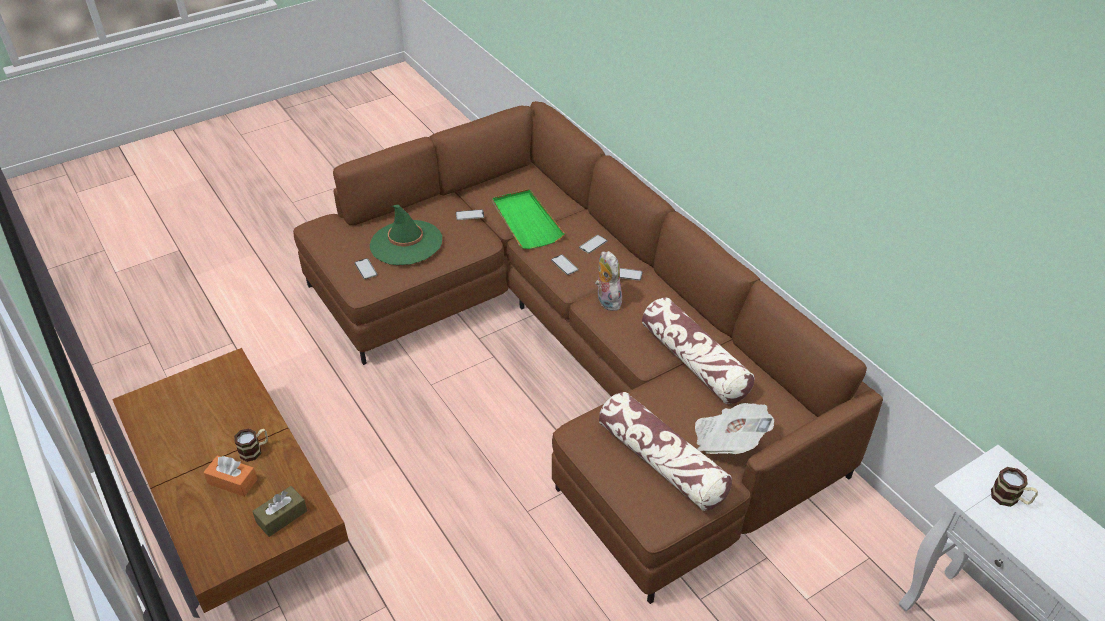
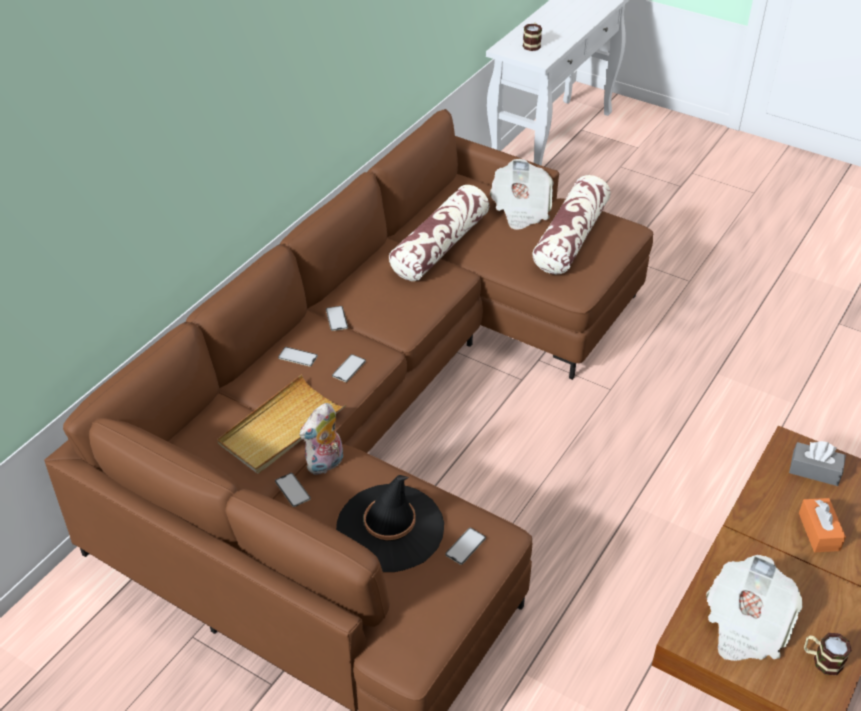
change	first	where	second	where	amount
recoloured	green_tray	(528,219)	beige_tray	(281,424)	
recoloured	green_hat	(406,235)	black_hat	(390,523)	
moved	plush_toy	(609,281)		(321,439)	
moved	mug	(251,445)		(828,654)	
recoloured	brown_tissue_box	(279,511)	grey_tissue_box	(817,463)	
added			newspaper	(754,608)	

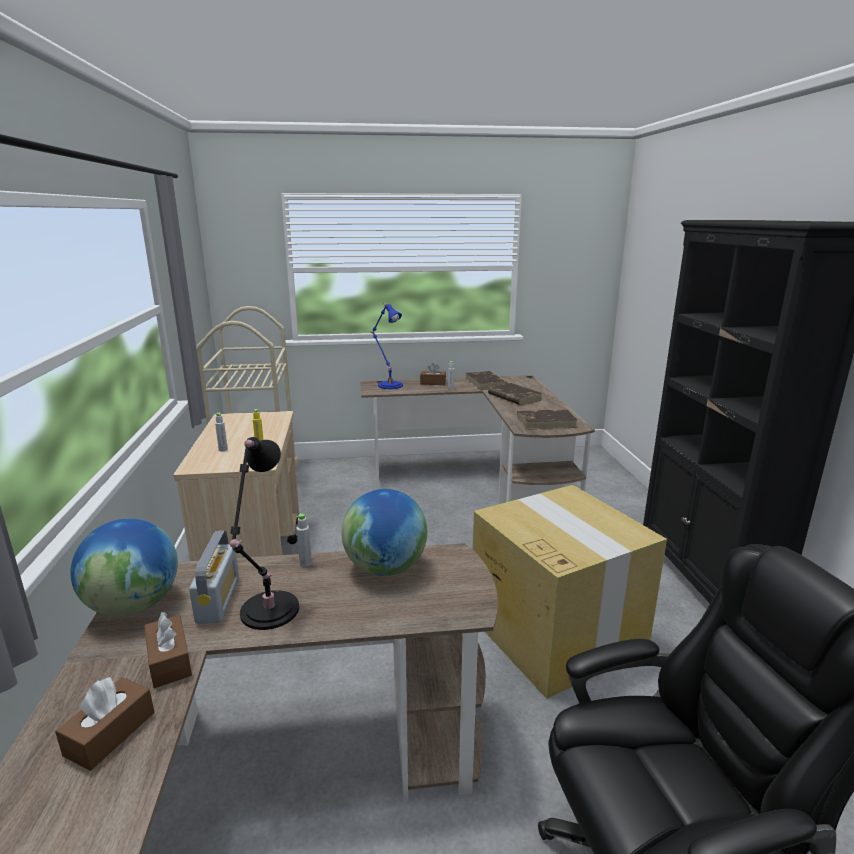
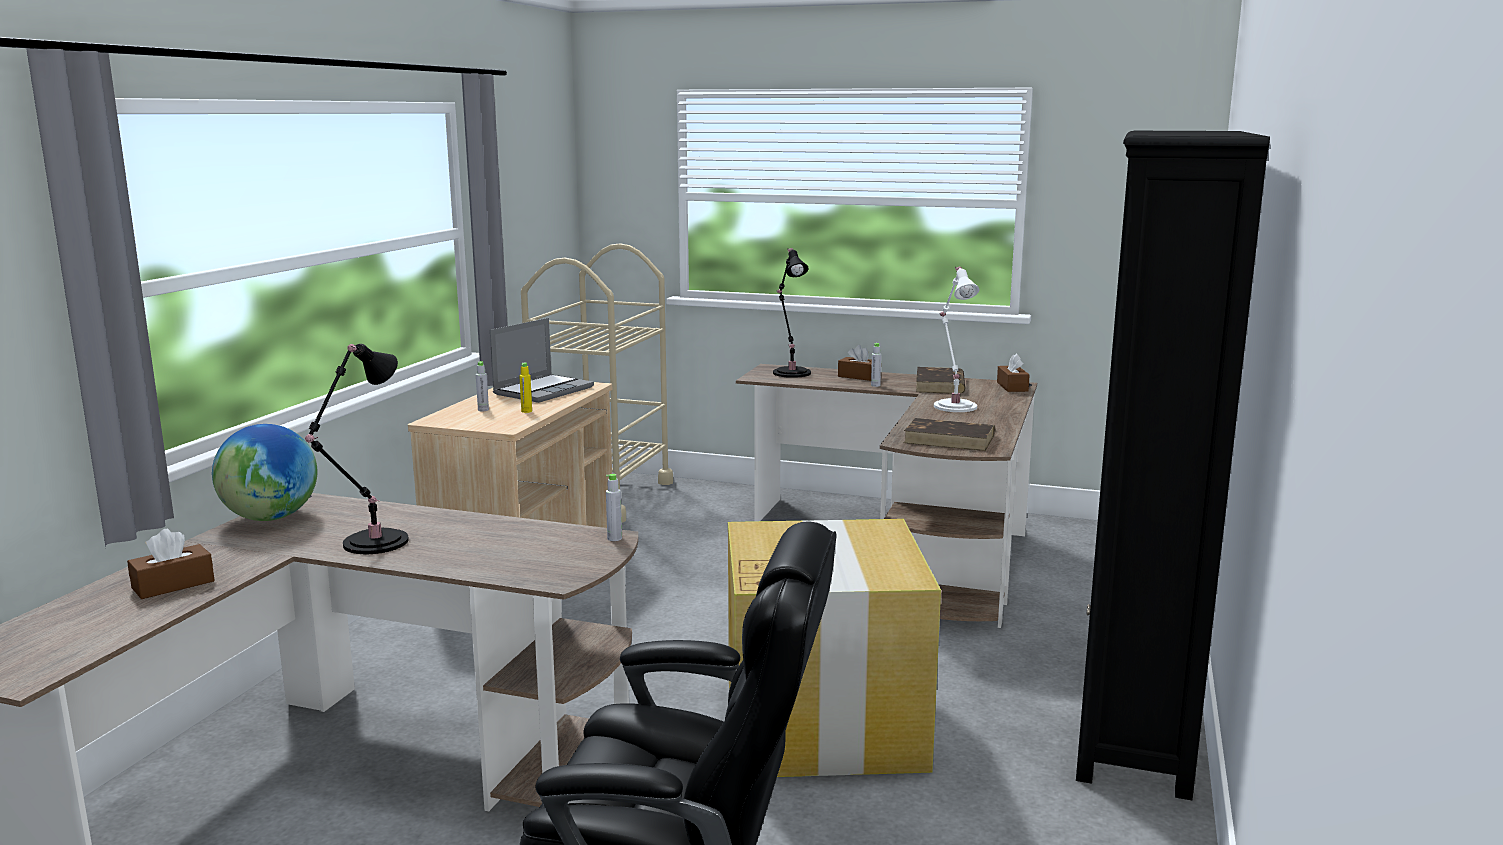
change	first	where	second	where	amount
recoloured	blue_table_lamp	(387,346)	black_table_lamp	(792,313)	
replaced	brown_book	(515,394)	white_table_lamp	(957,339)	
removed	globe	(384,532)			
moved	grey_bottle	(304,540)		(614,507)	
removed	radio	(214,577)			
moved	brown_tissue_box	(168,650)		(1013,373)	
added			laptop	(542,360)	

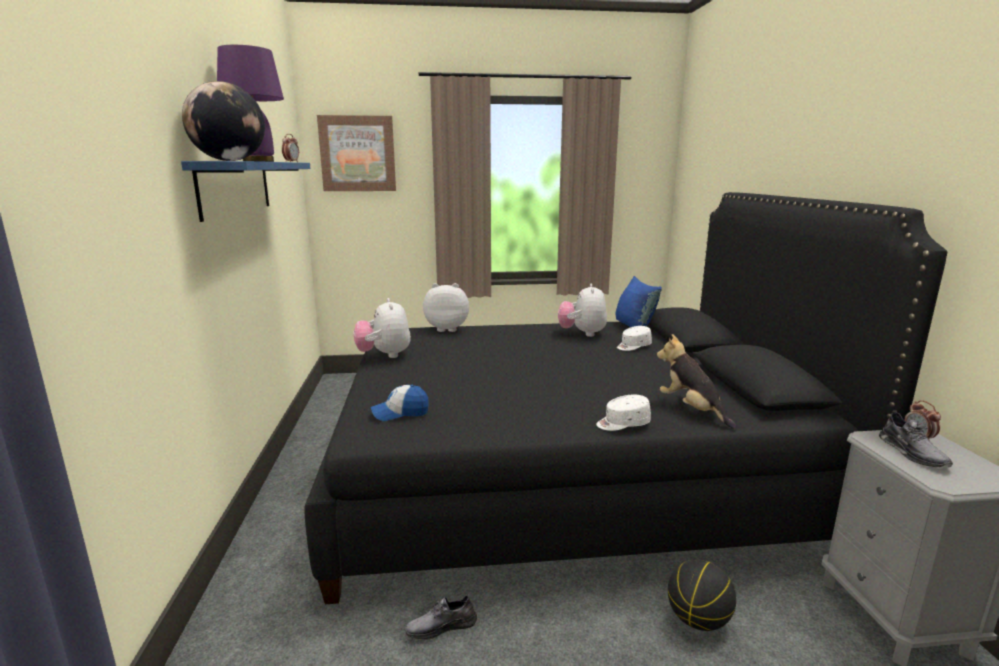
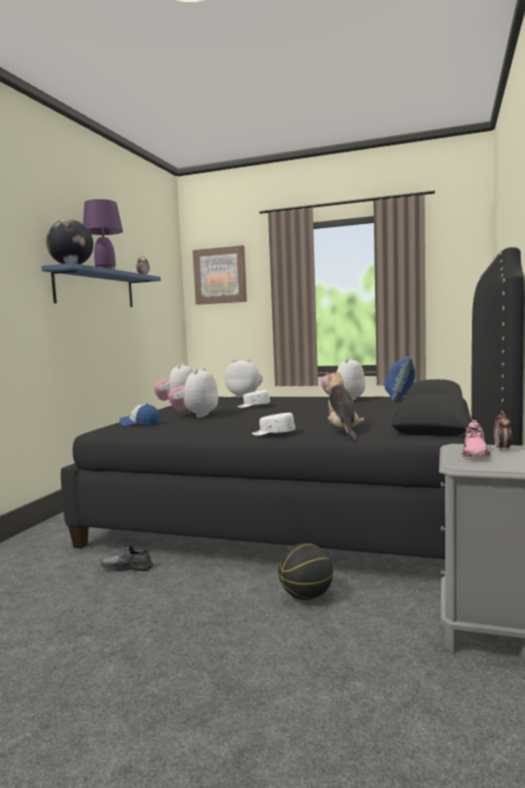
change	first	where	second	where	amount
moved	white_cap	(634,338)		(254,399)	
recoloured	grey_shoe	(916,439)	pink_shoe	(475,439)	
added			plush_toy	(193,393)	

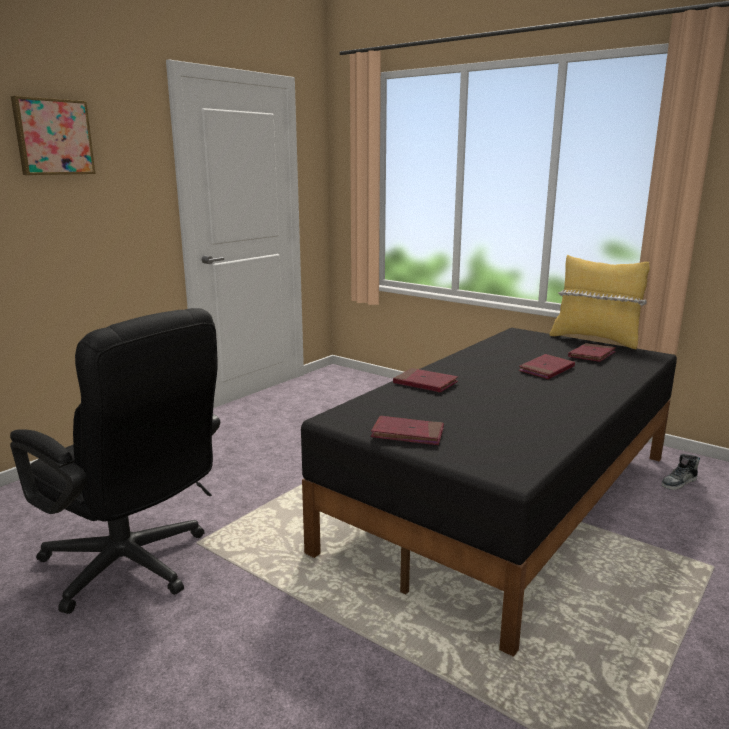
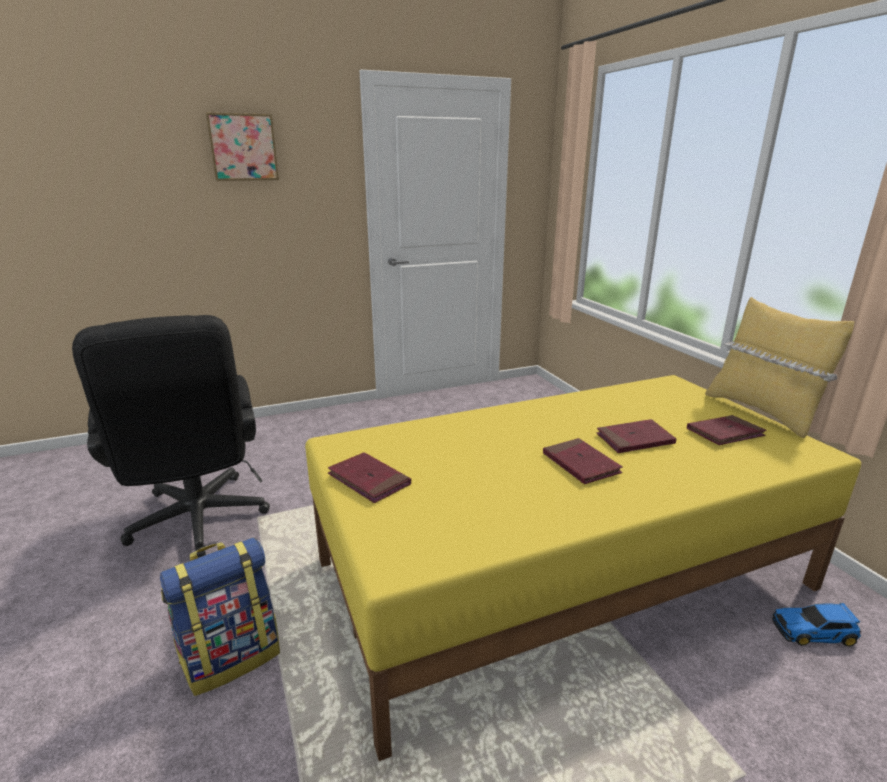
change	first	where	second	where	amount
recoloured	black_bed	(489,492)	yellow_bed	(583,568)	
moved	red_book	(425,380)		(583,461)	
replaced	shoe	(681,472)	toy_car	(816,625)	
added			backpack	(220,617)	

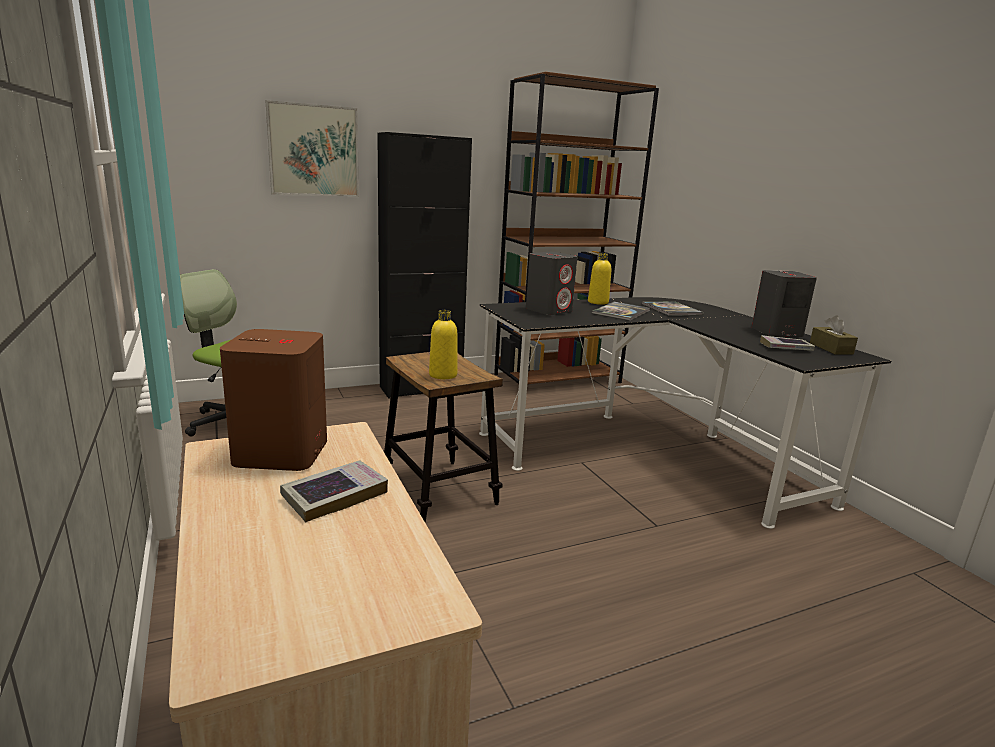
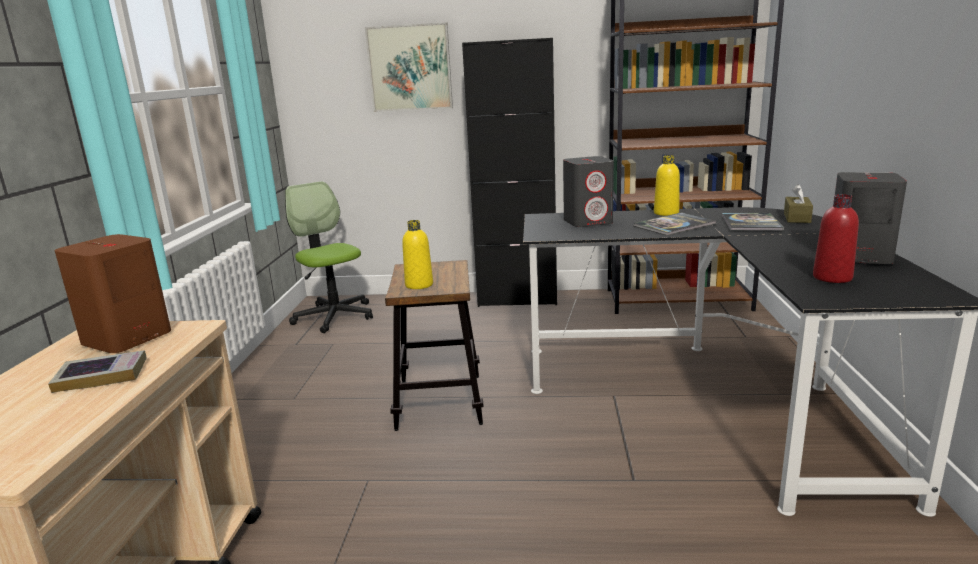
change	first	where	second	where	amount
moved	brown_tissue_box	(834,335)		(798,203)	
replaced	book	(787,343)	red_bottle	(836,238)	

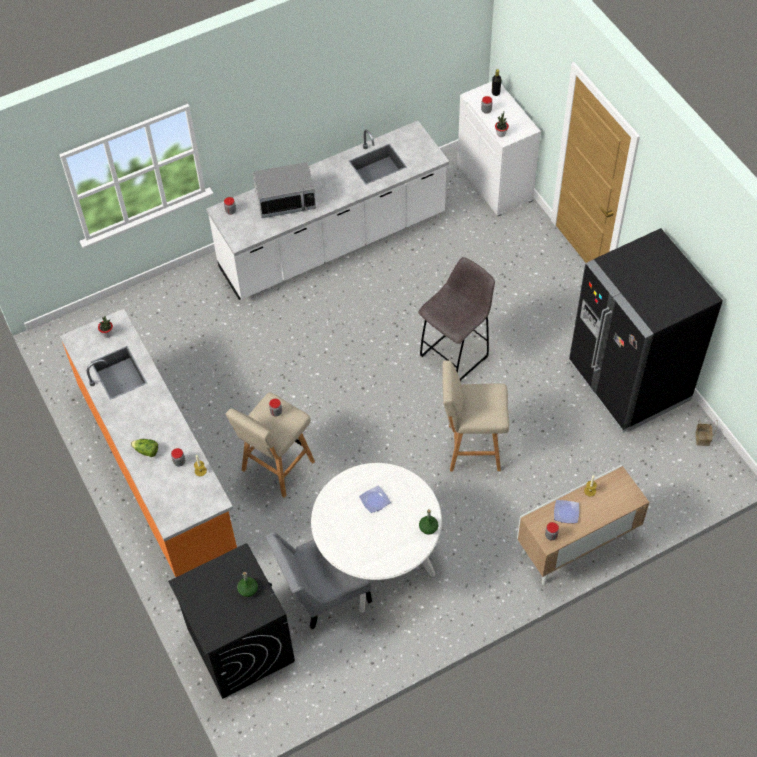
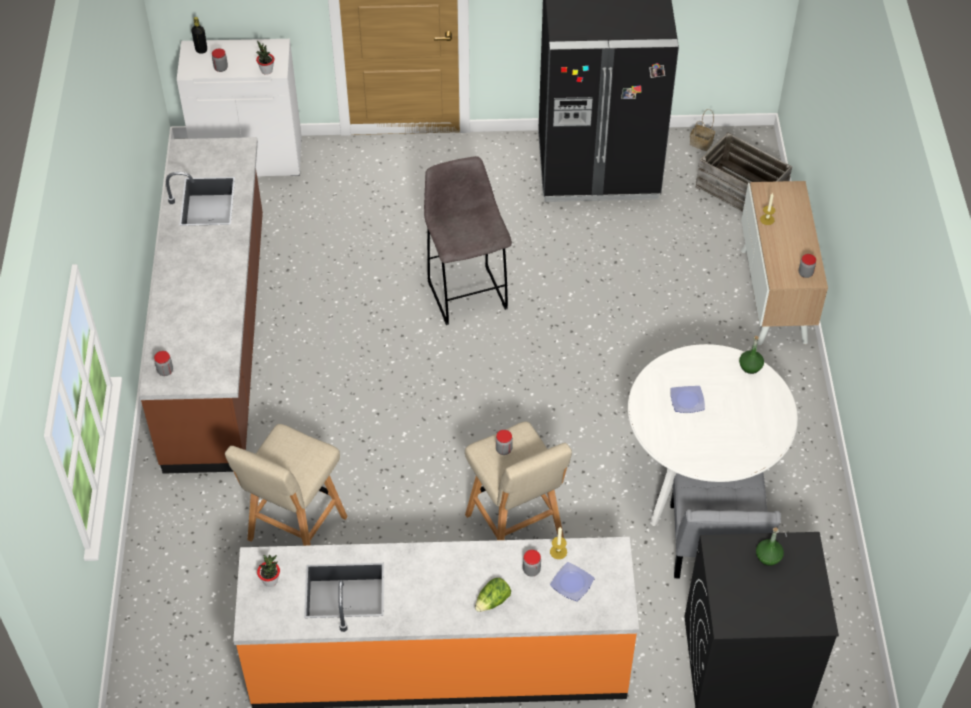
change	first	where	second	where	amount
recoloured	white_counter	(327,210)	brown_counter	(201,305)	
removed	microwave	(284,190)			
moved	beige_stool	(475,415)		(286,485)	
moved	plate	(566,511)		(572,581)	
added			crate	(743,172)	

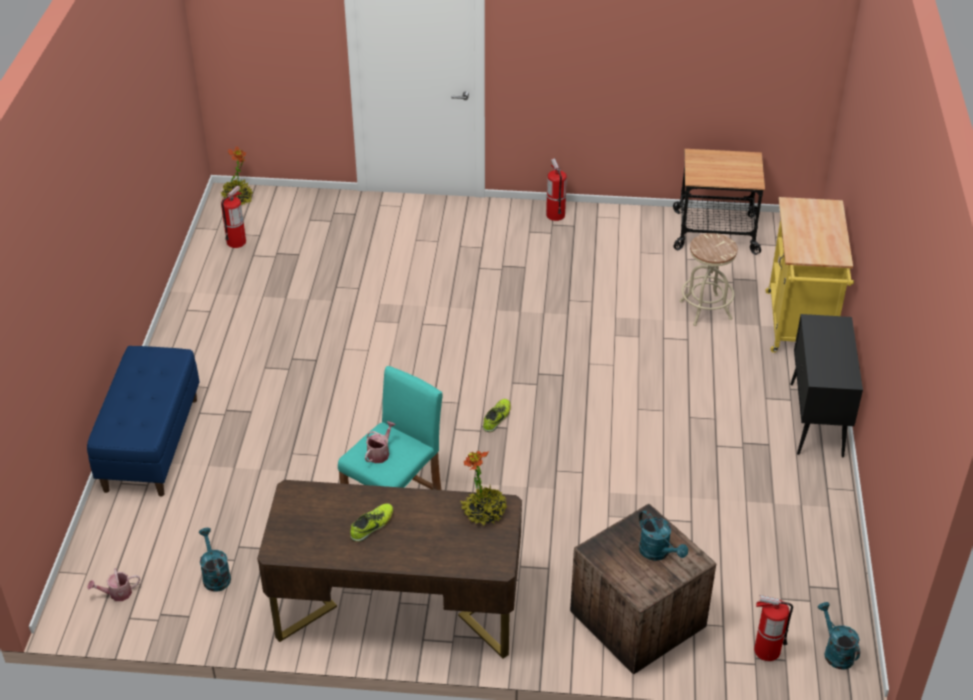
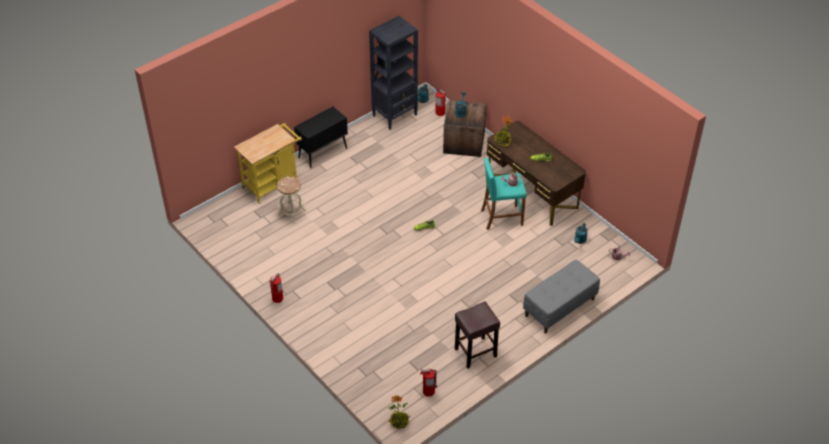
change	first	where	second	where	amount
removed	cart	(719,202)			
recoloured	blue_bench	(143,421)	grey_bench	(561,297)	
added			black_bookcase	(393,73)	
added			brown_stool	(477,335)	

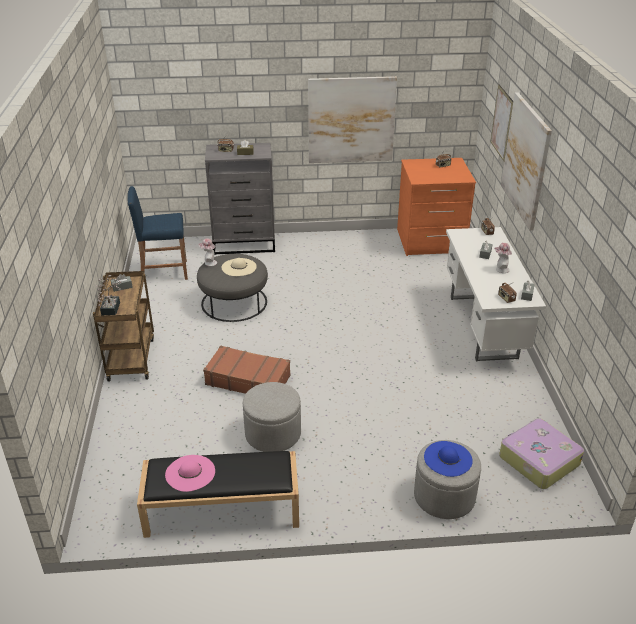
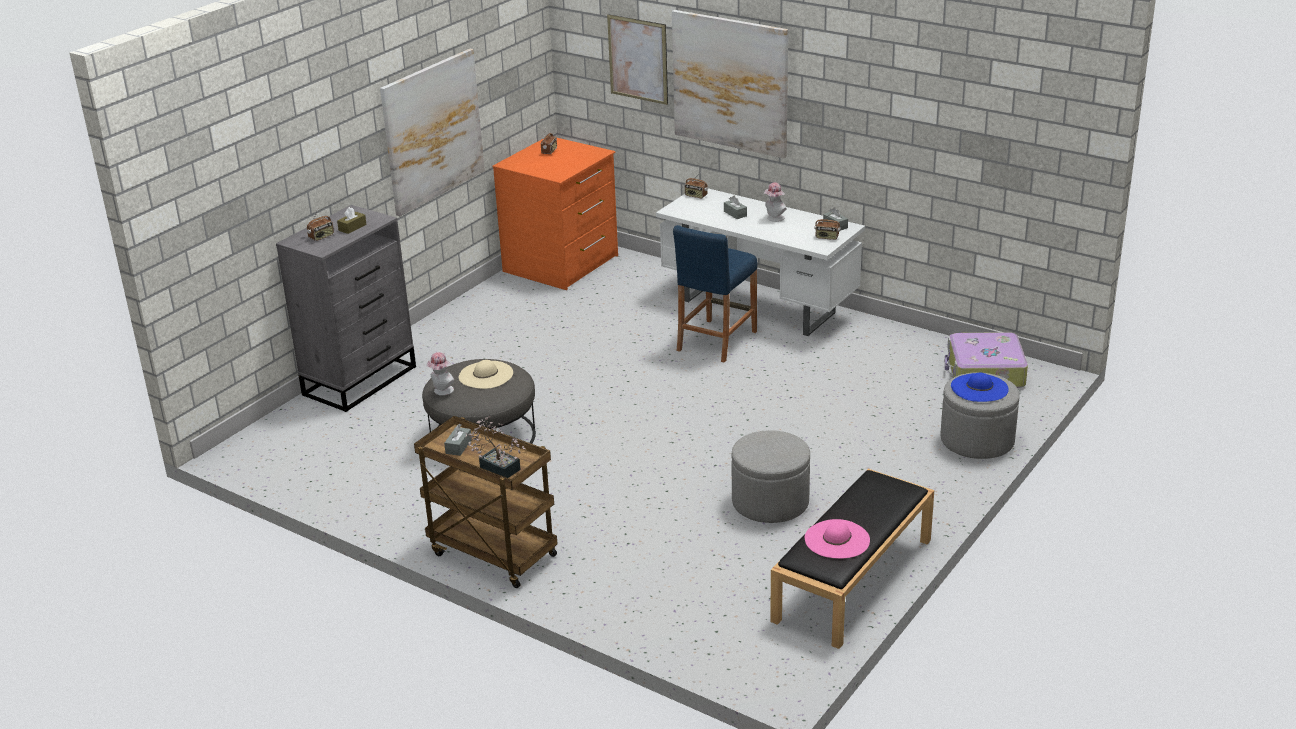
change	first	where	second	where	amount
moved	blue_stool	(157,233)		(715,294)	
removed	brown_suitcase	(247,370)			

